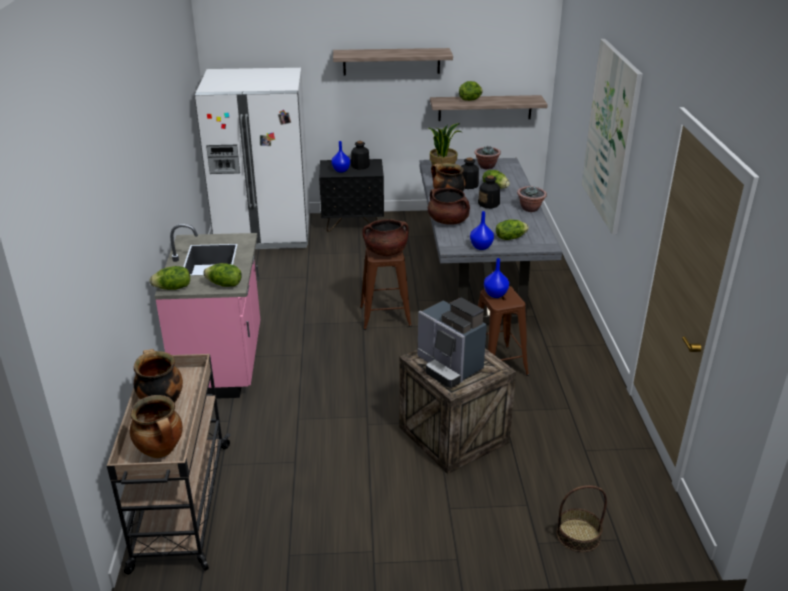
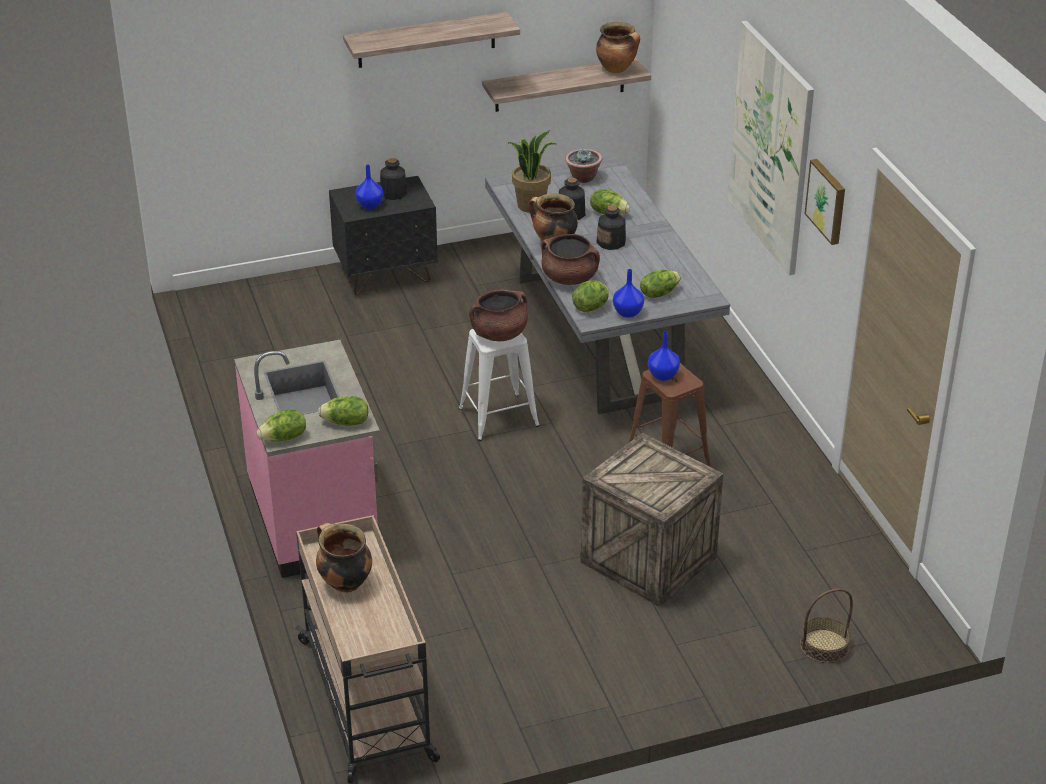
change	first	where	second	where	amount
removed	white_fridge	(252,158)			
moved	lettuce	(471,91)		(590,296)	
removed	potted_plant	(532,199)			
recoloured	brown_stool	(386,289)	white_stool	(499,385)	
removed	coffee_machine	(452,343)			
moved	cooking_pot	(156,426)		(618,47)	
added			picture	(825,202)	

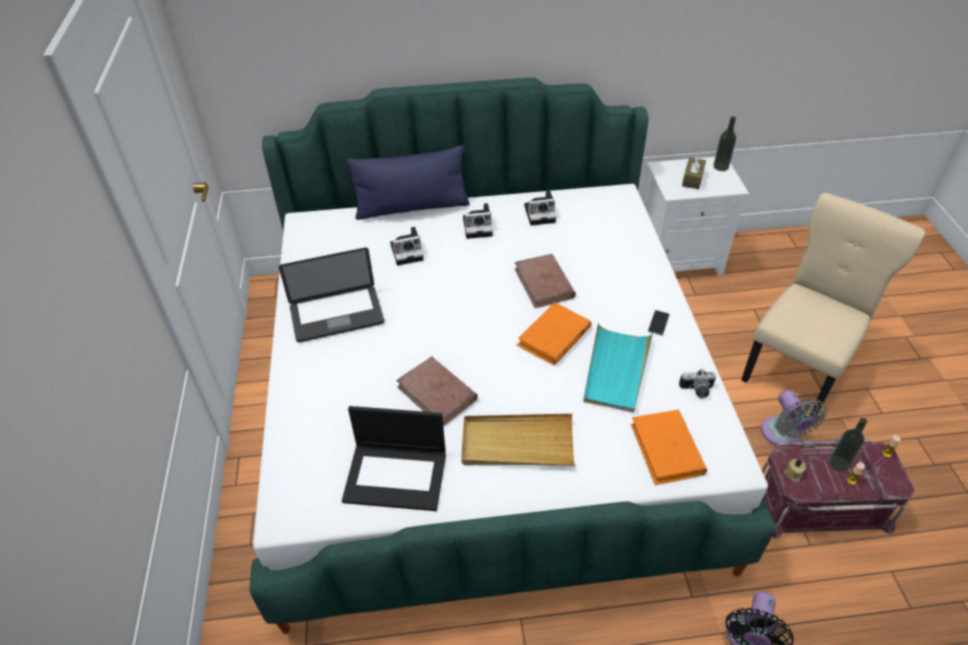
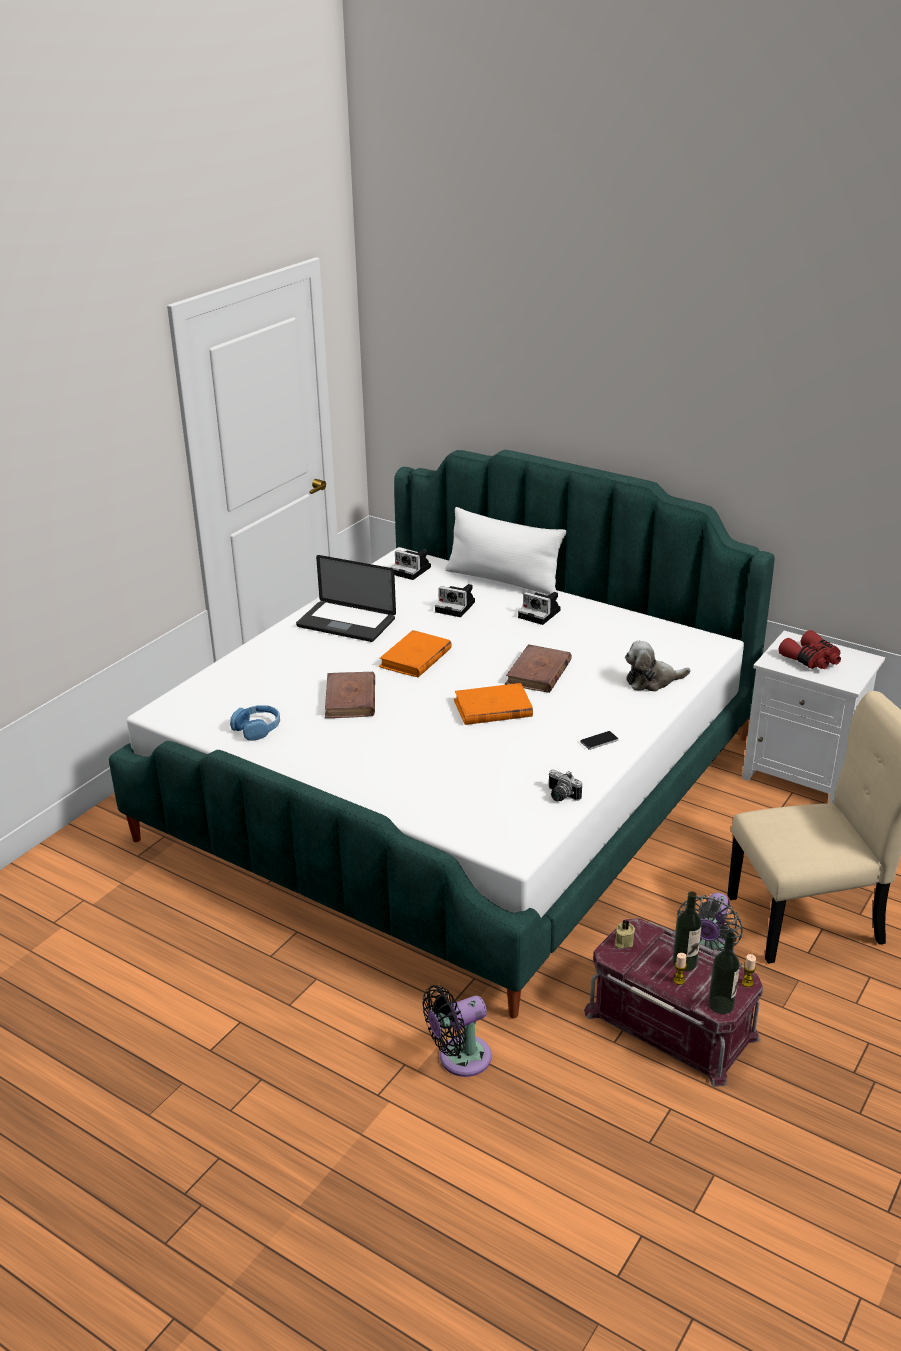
change	first	where	second	where	amount
moved	bottle	(724,143)		(724,973)	
recoloured	blue_pillow	(408,182)	white_pillow	(505,551)	
replaced	brown_tissue_box	(694,172)	red_binoculars	(809,649)	
moved	photo_camera	(540,207)		(410,564)	
removed	turquoise_tray	(618,368)			
replaced	laptop	(394,458)	blue_headphones	(255,723)	
moved	orange_book	(669,447)		(415,653)	
removed	beige_tray	(518,439)			
added			plush_toy	(657,666)	

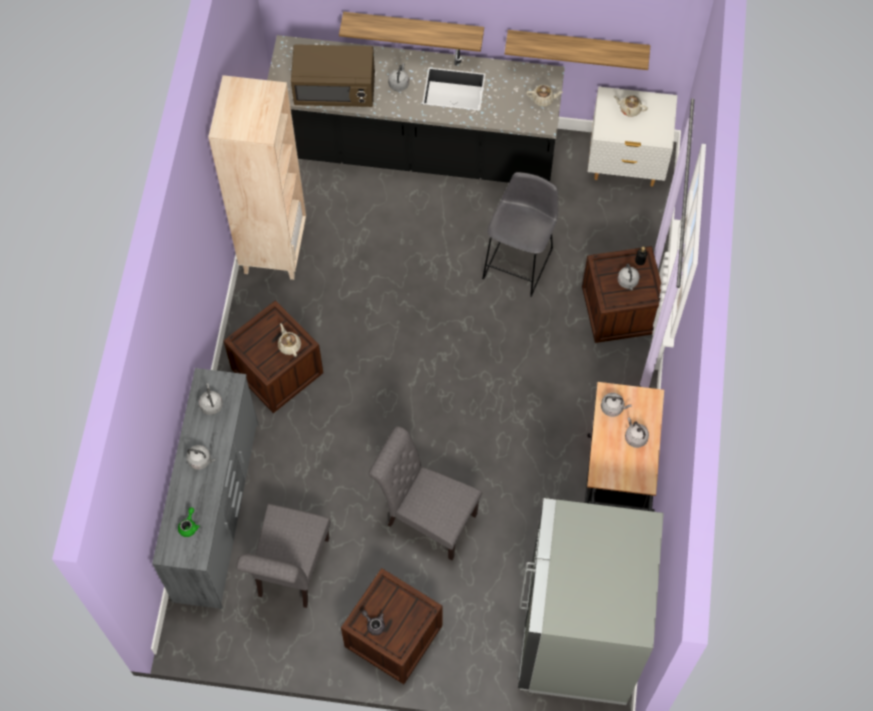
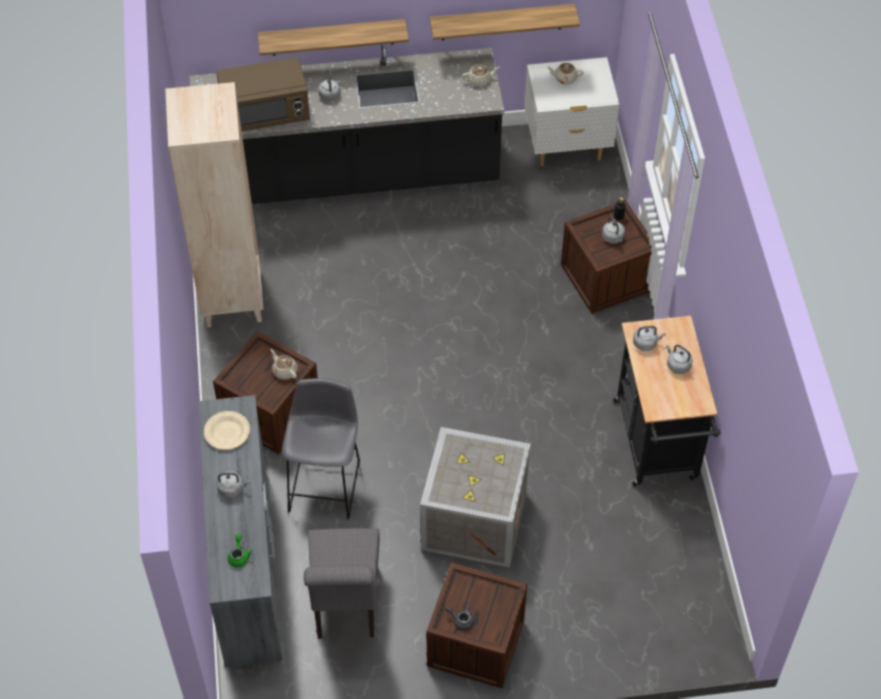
change	first	where	second	where	amount
moved	grey_stool	(520,234)		(321,448)	
replaced	grey_kettle	(211,399)	beige_plate	(227,430)	
replaced	grey_chair	(425,493)	crate	(475,497)	
removed	grey_fridge	(591,601)			

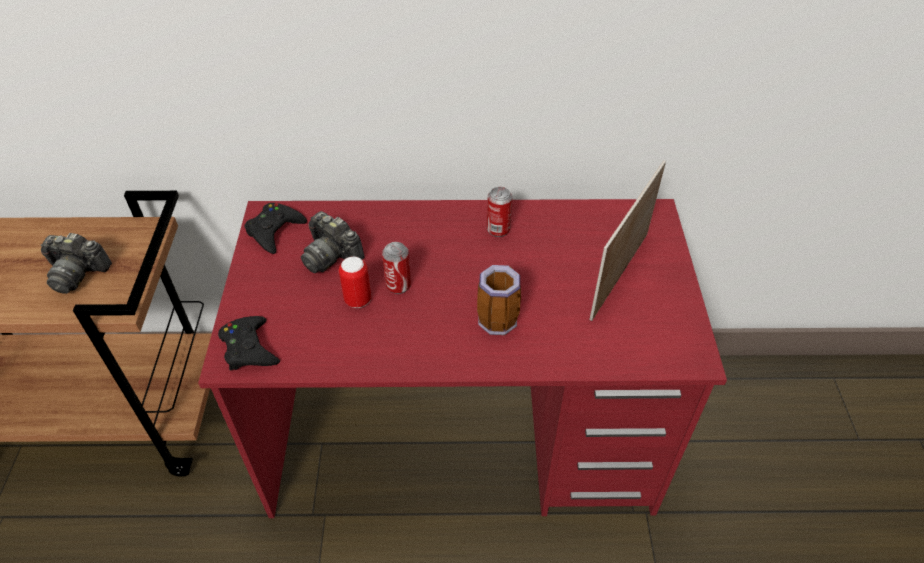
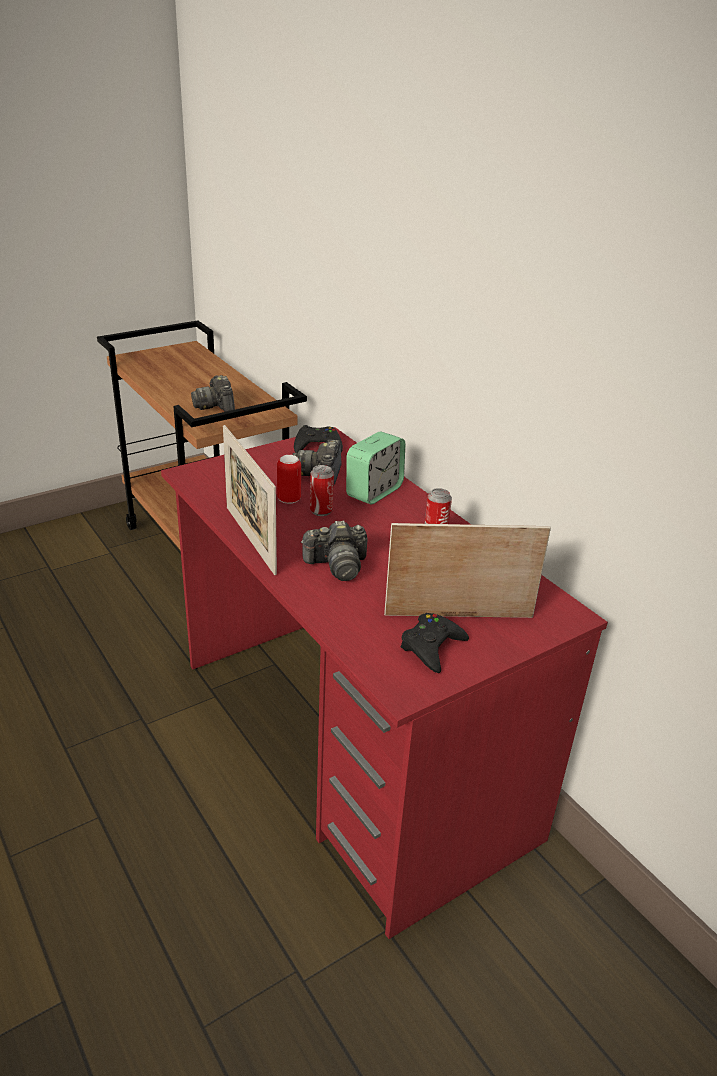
change	first	where	second	where	amount
replaced	mug	(499,300)	photo_camera	(334,550)	
moved	black_game_controller	(249,343)		(434,643)	
added			picture_frame	(250,500)	
added			alarm_clock	(376,468)	

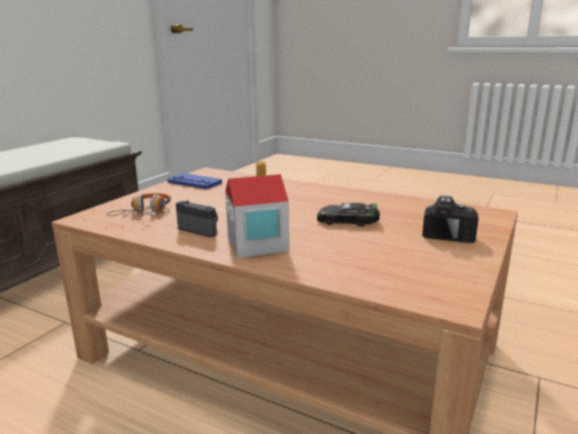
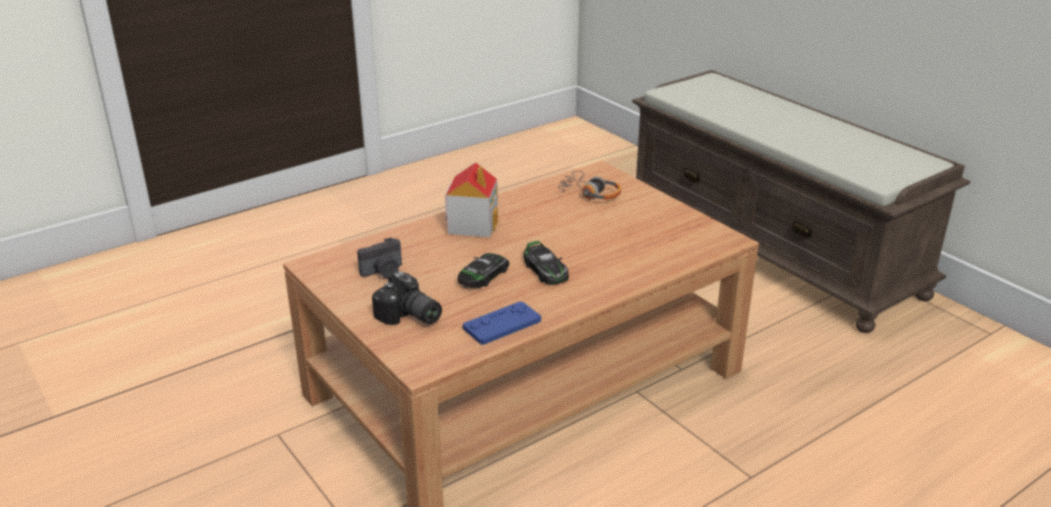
change	first	where	second	where	amount
moved	blue_game_controller	(194,181)		(502,323)	
moved	photo_camera	(197,218)		(379,257)	
added			toy_car	(546,263)	

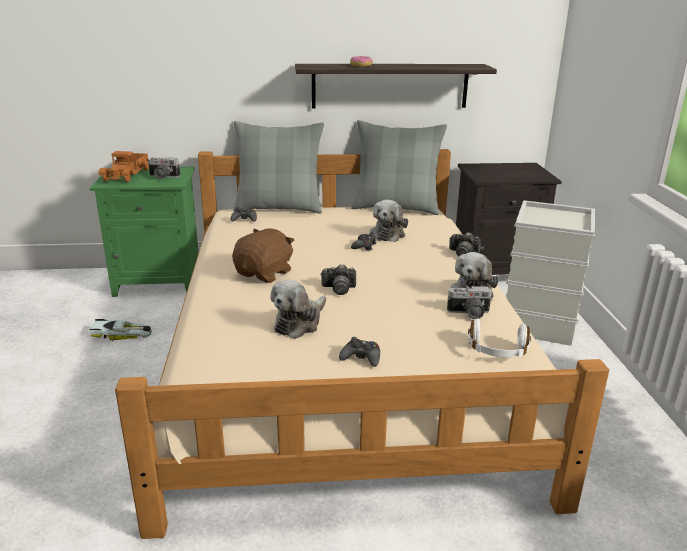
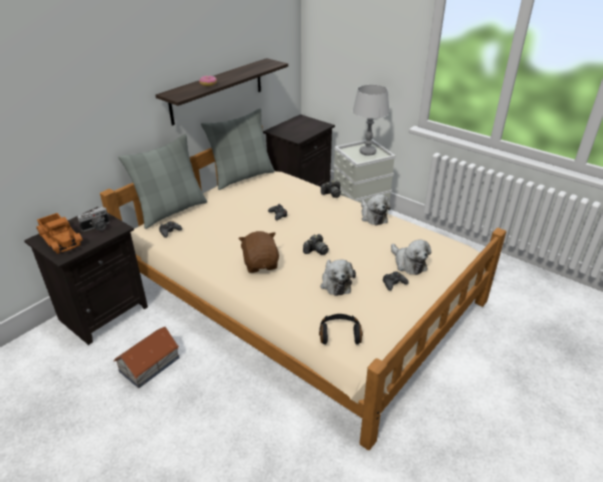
change	first	where	second	where	amount
recoloured	green_nightstand	(144,232)	black_nightstand	(86,276)	
moved	plush_toy	(389,221)		(411,257)	
removed	photo_camera	(470,302)			
removed	white_headphones	(499,338)			
replaced	toy_car	(120,330)	toy_house	(147,357)	
added			grey_table_lamp	(371,120)	
added			black_headphones	(341,329)	

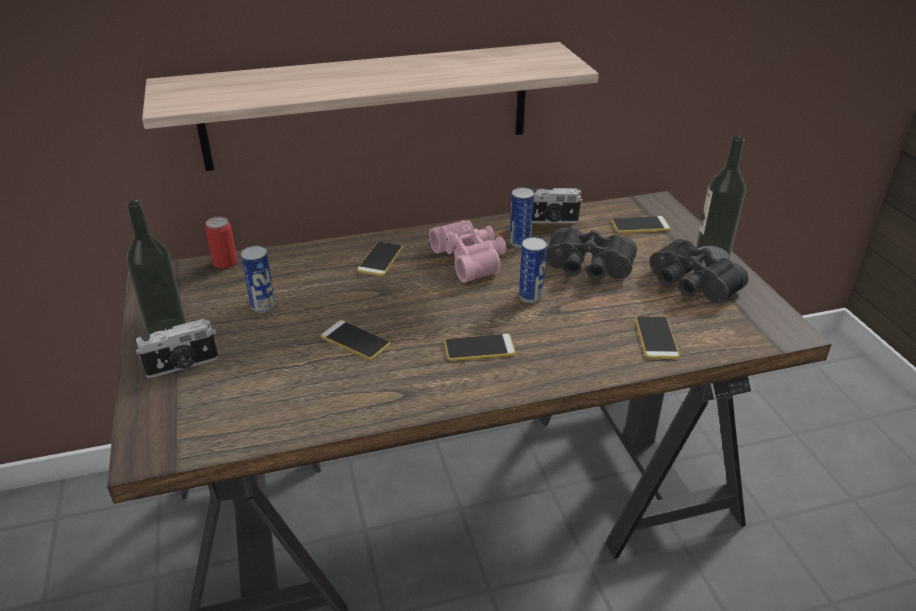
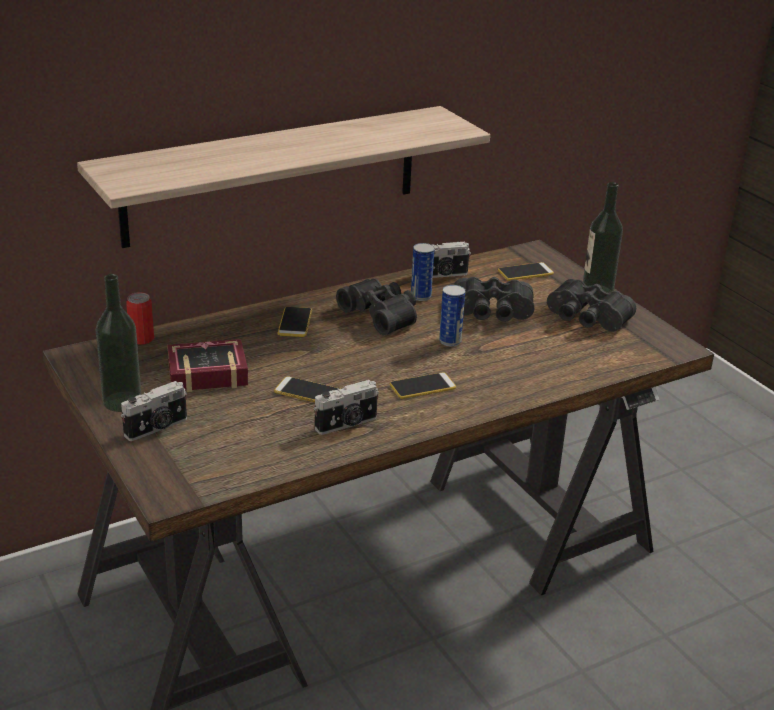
change	first	where	second	where	amount
recoloured	pink_binoculars	(467,251)	black_binoculars	(376,306)	
replaced	can	(258,279)	book	(207,365)	
removed	phone	(657,337)			
added			photo_camera	(346,407)	

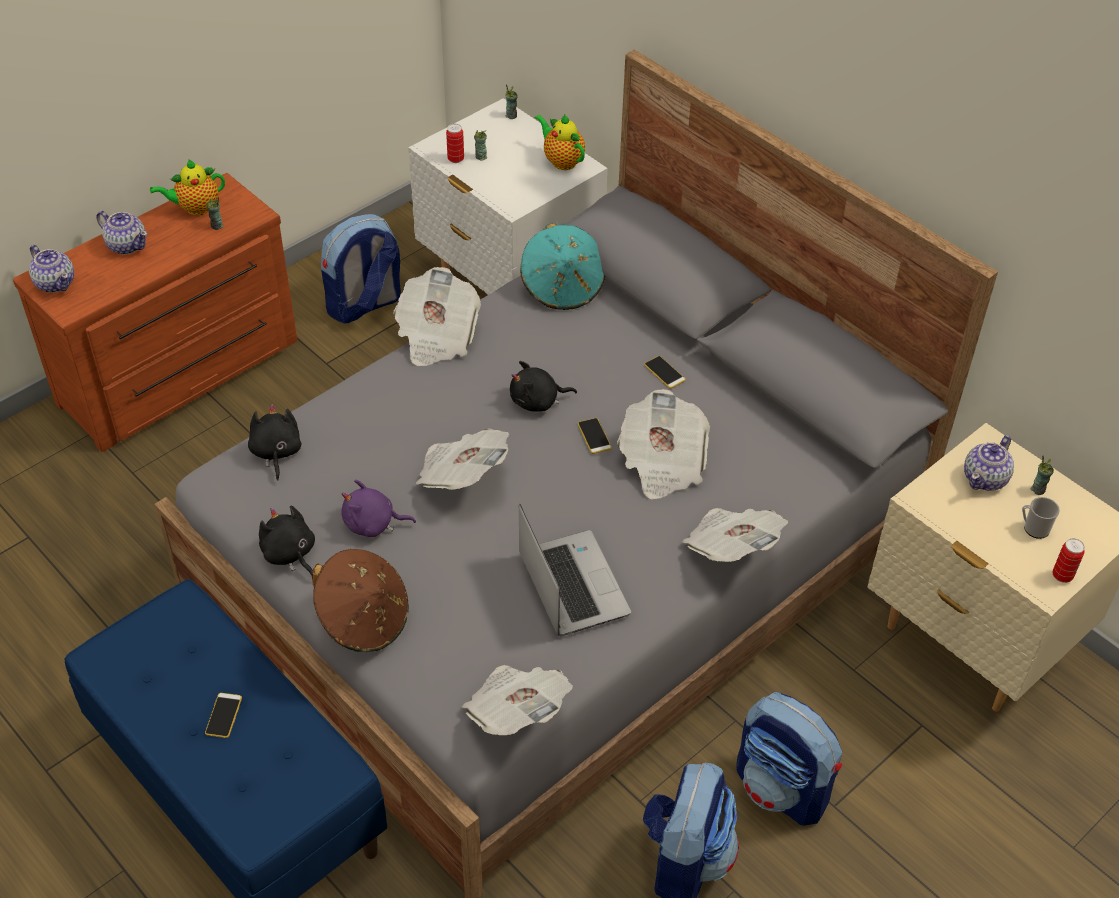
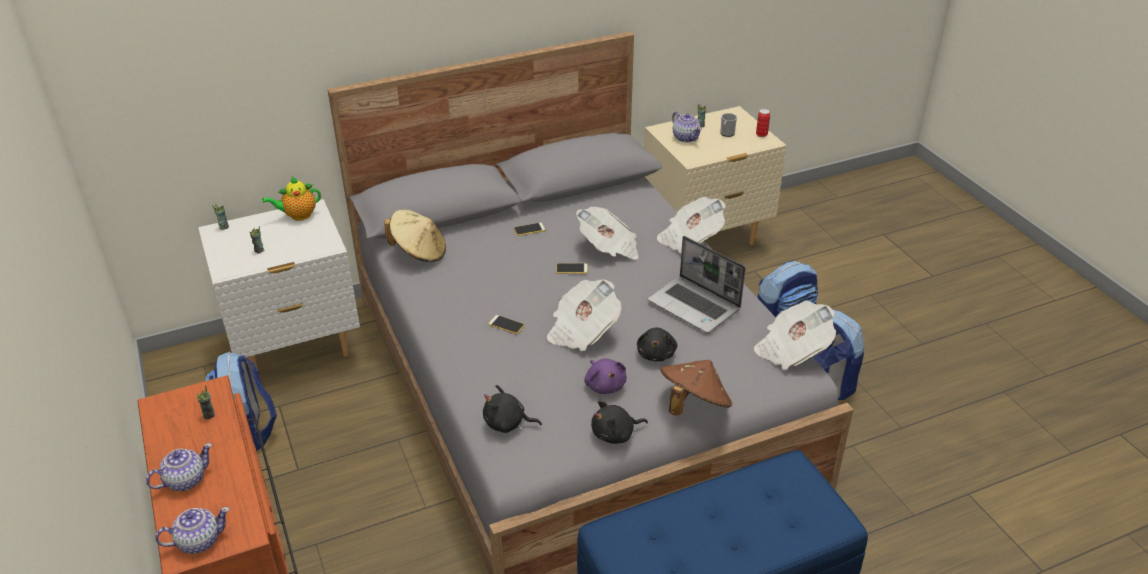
change	first	where	second	where	amount
removed	can	(455,143)			
removed	teapot	(187,187)			
recoloured	turquoise_hat	(562,266)	beige_hat	(415,235)	
removed	newspaper	(437,316)			
moved	black_plush_toy	(543,386)		(657,345)	
turned	purple_plush_toy	(378,508)		(605,376)	45 degrees counterclockwise
turned	laptop	(575,570)		(697,284)	135 degrees counterclockwise
moved	phone	(223,715)		(506,324)	

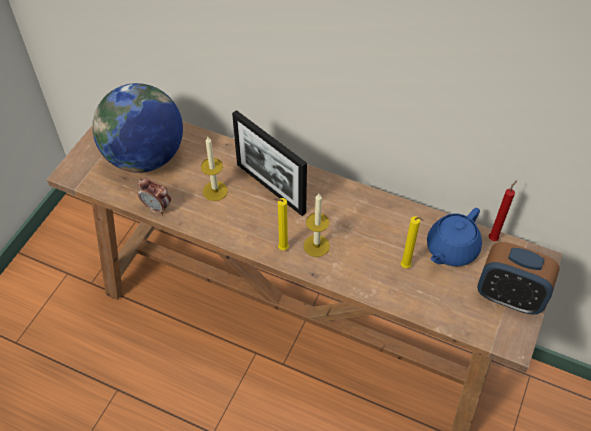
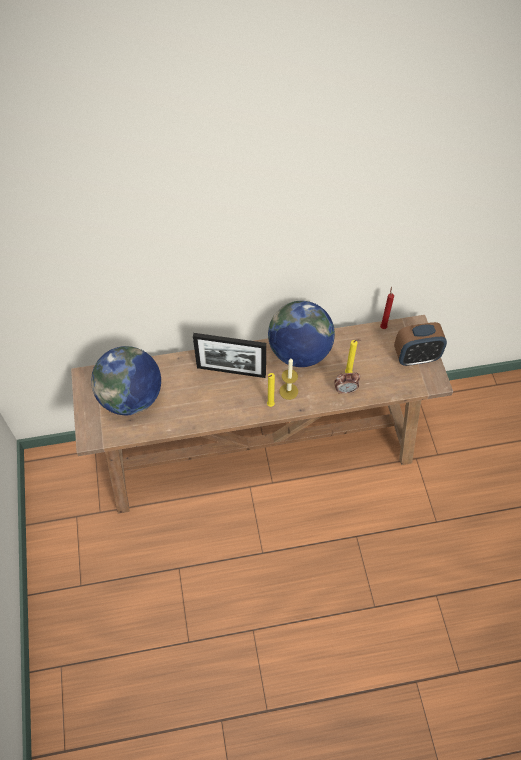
change	first	where	second	where	amount
removed	candle	(214,169)			
moved	alarm_clock	(154,196)		(347,383)	
removed	blue_teapot	(454,237)			
added			globe	(301,334)	

